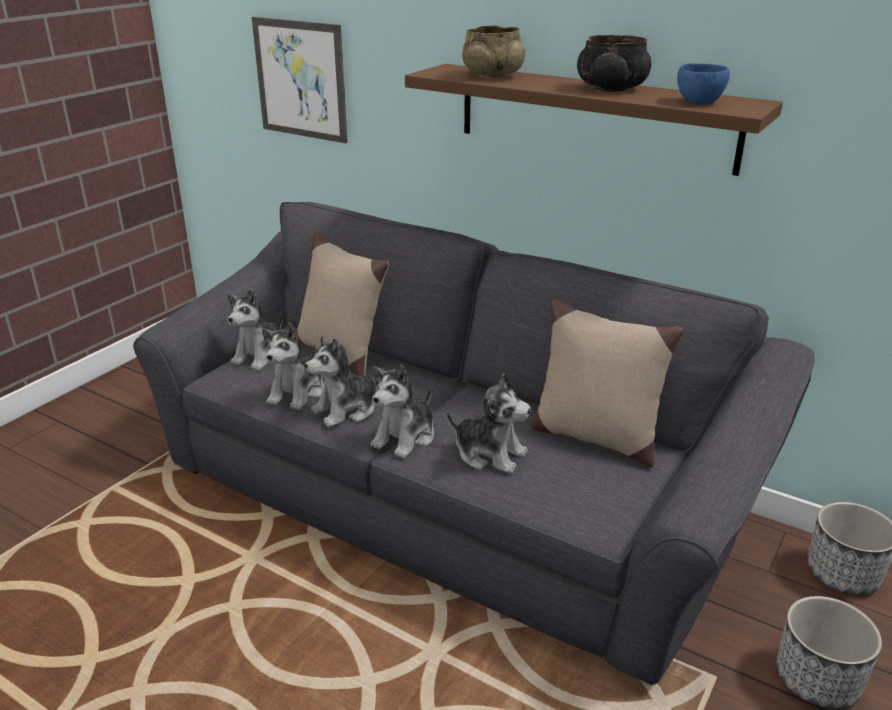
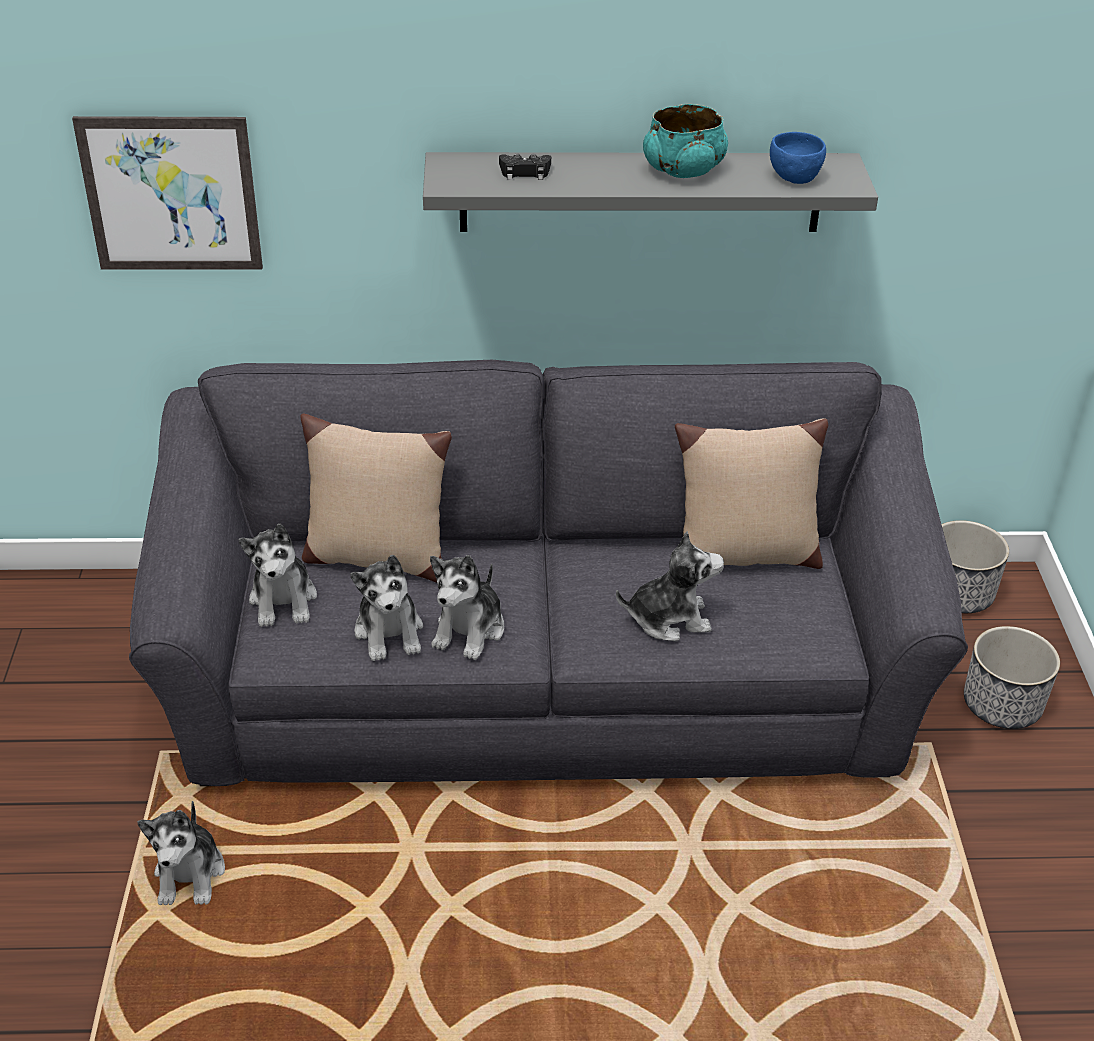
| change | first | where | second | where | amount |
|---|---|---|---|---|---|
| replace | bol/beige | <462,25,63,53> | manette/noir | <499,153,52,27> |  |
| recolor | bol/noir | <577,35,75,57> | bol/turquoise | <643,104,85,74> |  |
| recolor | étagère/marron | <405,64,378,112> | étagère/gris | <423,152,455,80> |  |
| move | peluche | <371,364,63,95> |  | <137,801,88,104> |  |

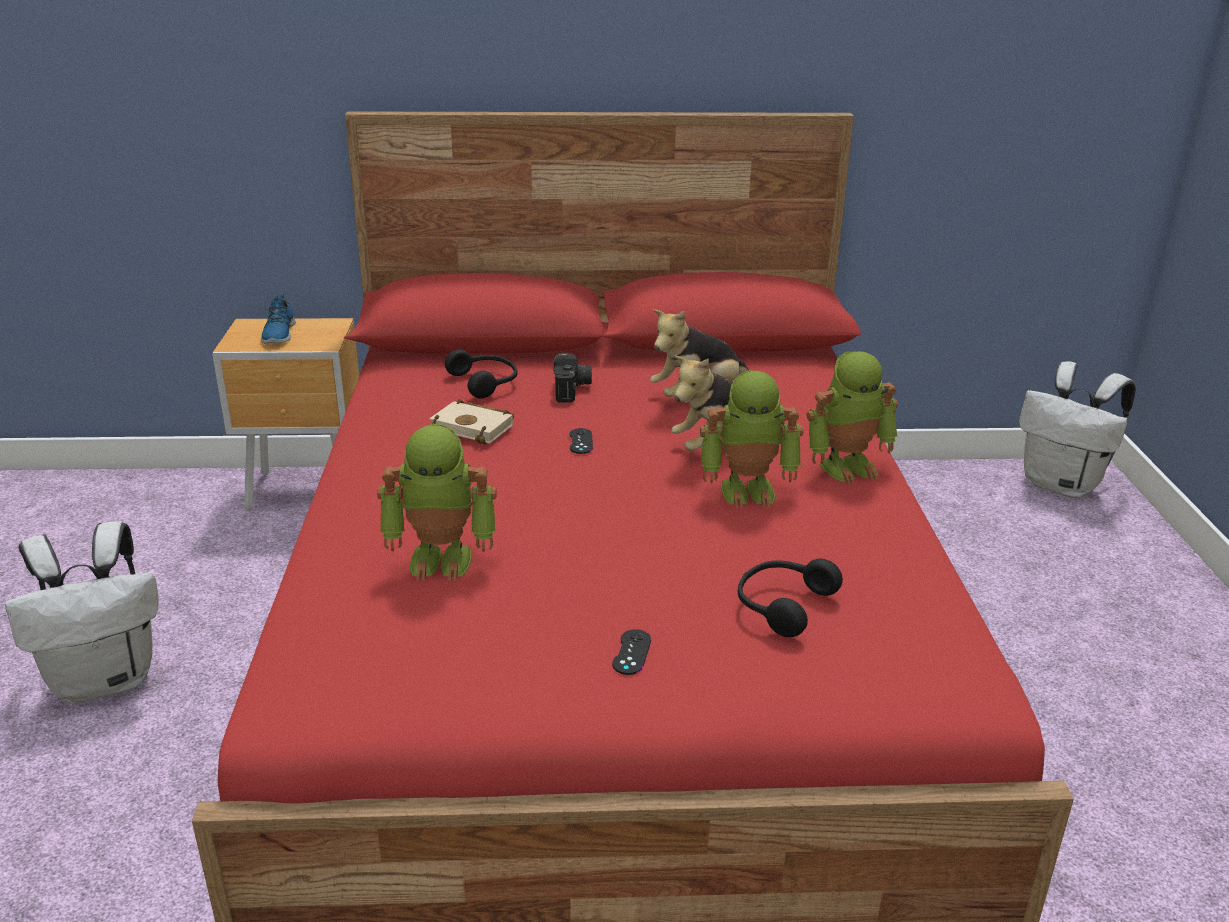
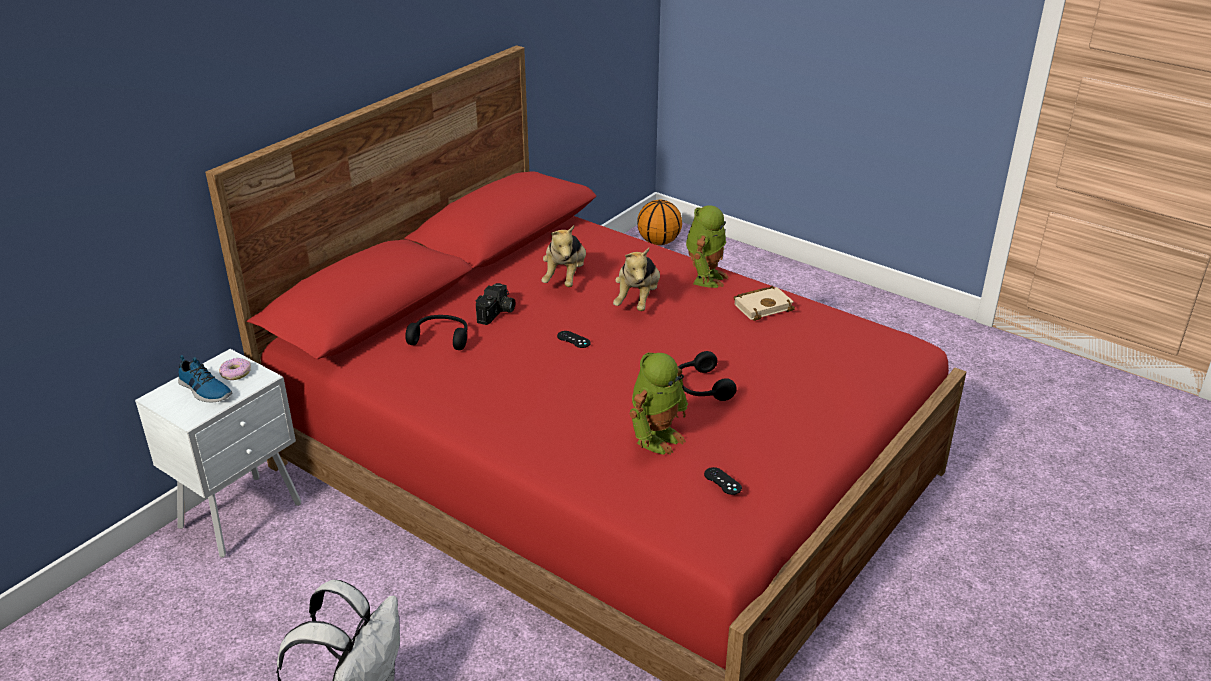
| change | first | where | second | where | amount |
|---|---|---|---|---|---|
| recolor | table de chevet/marron | <212,318,147,192> | table de chevet/blanc | <135,349,166,209> |  |
| rotate | appareil photo | <553,353,39,50> |  | <476,283,39,42> | 75 degrees clockwise |
| replace | sac à dos/blanc | <1019,362,117,136> | ballon de basket | <637,200,45,45> |  |
| delete | robot jouet | <700,370,104,138> |  |  |  |
| move | livre/beige | <429,399,85,46> |  | <734,286,61,35> |  |
| move | casque audio/noir | <738,559,105,78> |  | <678,351,59,50> |  |
| move | manette/noir | <612,629,39,46> |  | <704,467,38,28> |  |
| insert |  |  | beignet | <219,358,32,22> |  |

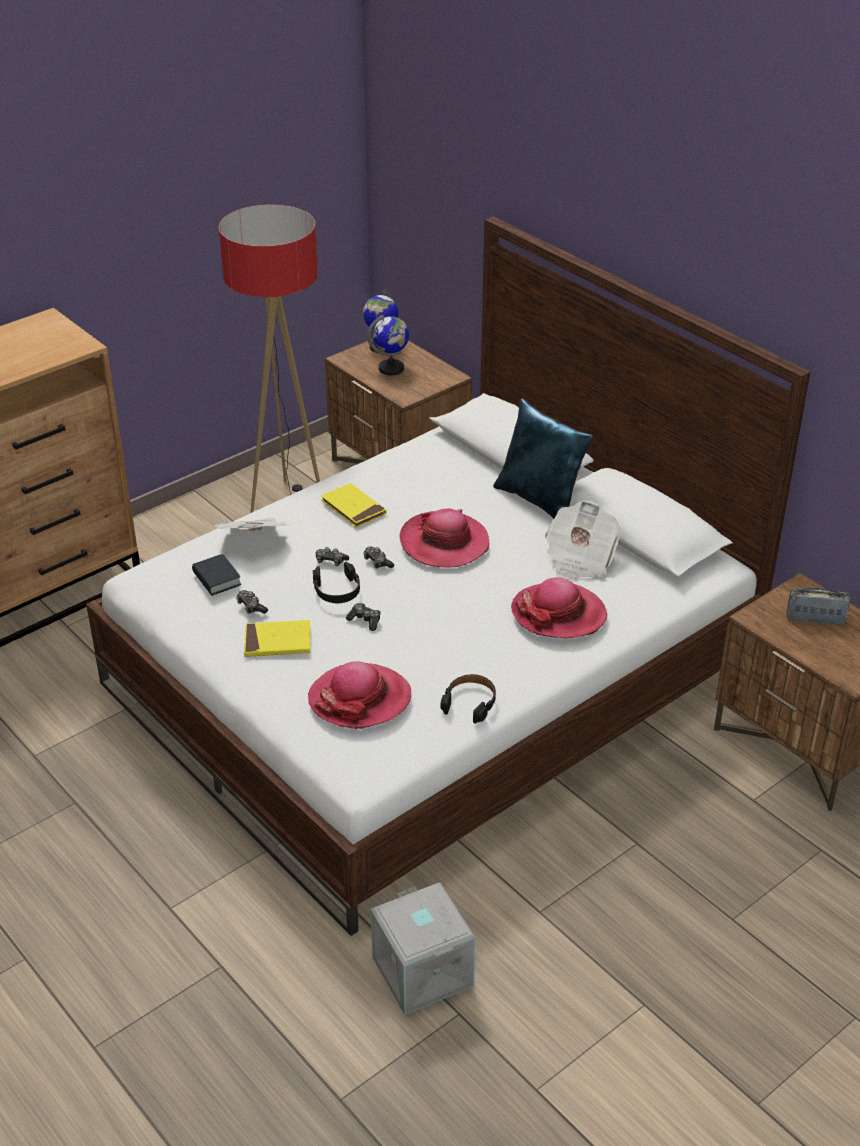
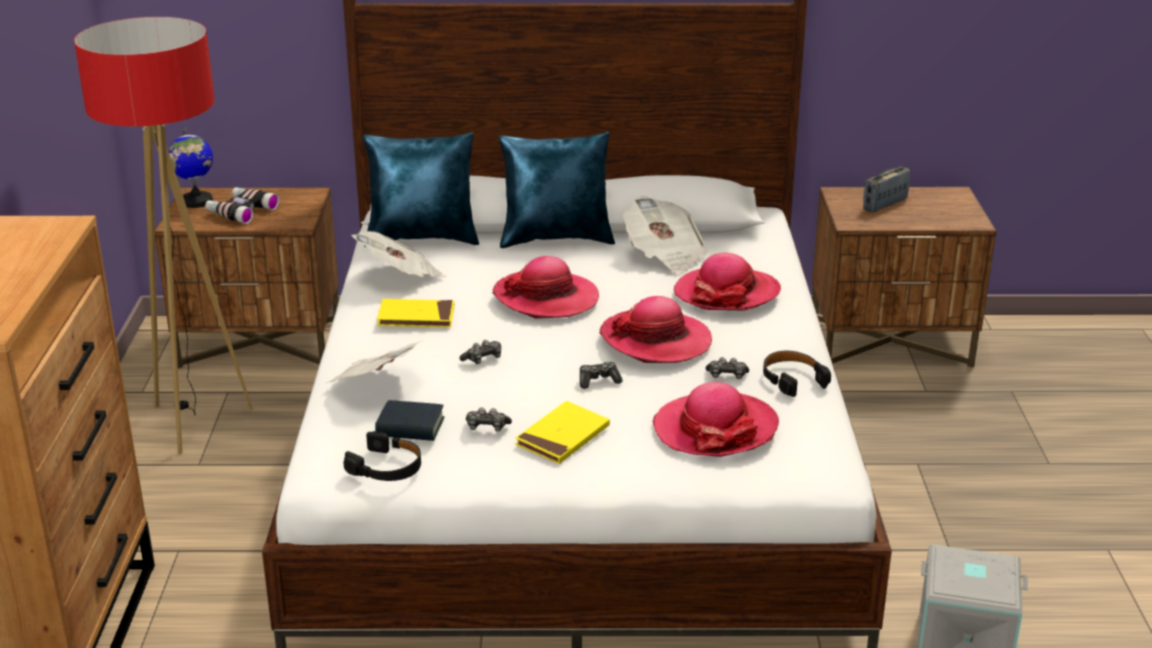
| change | first | where | second | where | amount |
|---|---|---|---|---|---|
| replace | globe | <367,315,42,60> | jumelles | <205,187,75,37> |  |
| move | manette | <363,546,32,23> |  | <706,357,43,22> |  |
| move | casque audio/noir | <313,562,47,41> |  | <343,431,78,50> |  |
| insert |  |  | coussin/bleu | <363,133,116,114> |  |
| insert |  |  | journal | <351,231,95,46> |  |
| insert |  |  | chapeau | <599,296,113,67> |  |

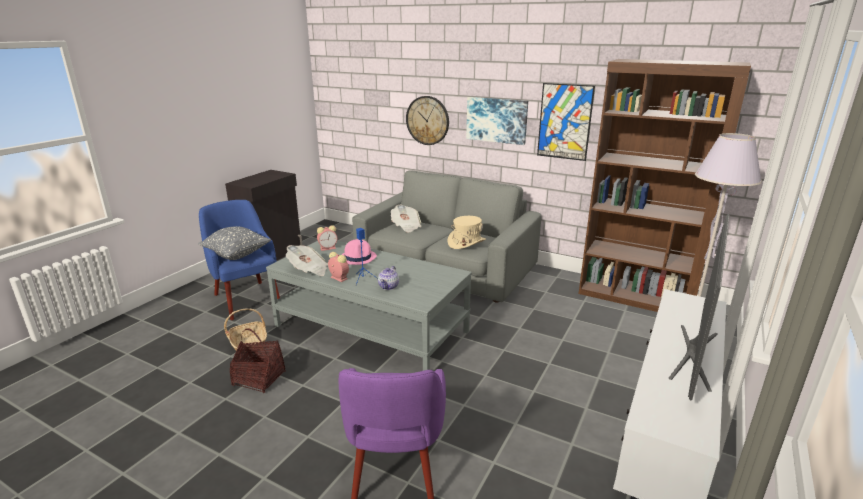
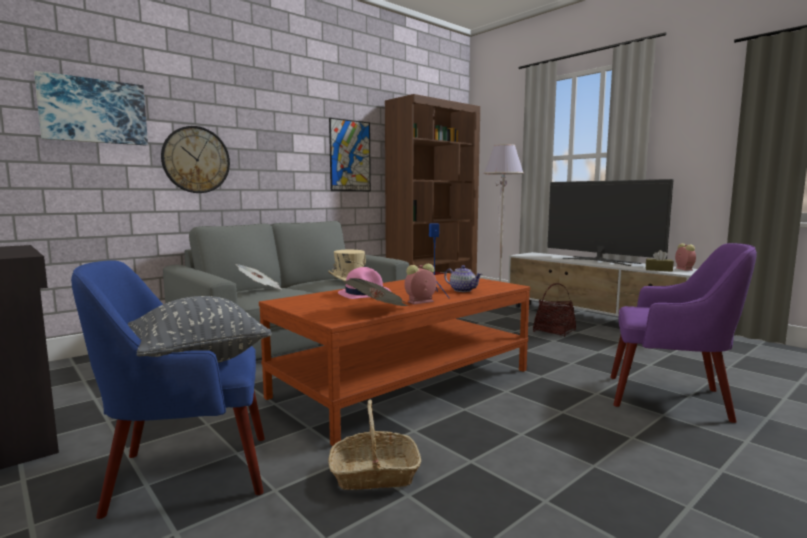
| change | first | where | second | where | amount |
|---|---|---|---|---|---|
| move | tableau | <466,97,62,48> |  | <34,71,114,74> |  |
| move | réveil | <317,225,20,26> |  | <675,243,21,28> |  |
| recolor | table basse/gris | <266,241,206,130> | table basse/marron | <259,273,271,173> |  |
| move | panier | <230,328,56,65> |  | <533,283,43,54> |  |
| insert |  |  | boîte à mouchoirs/marron | <646,250,28,22> |  |

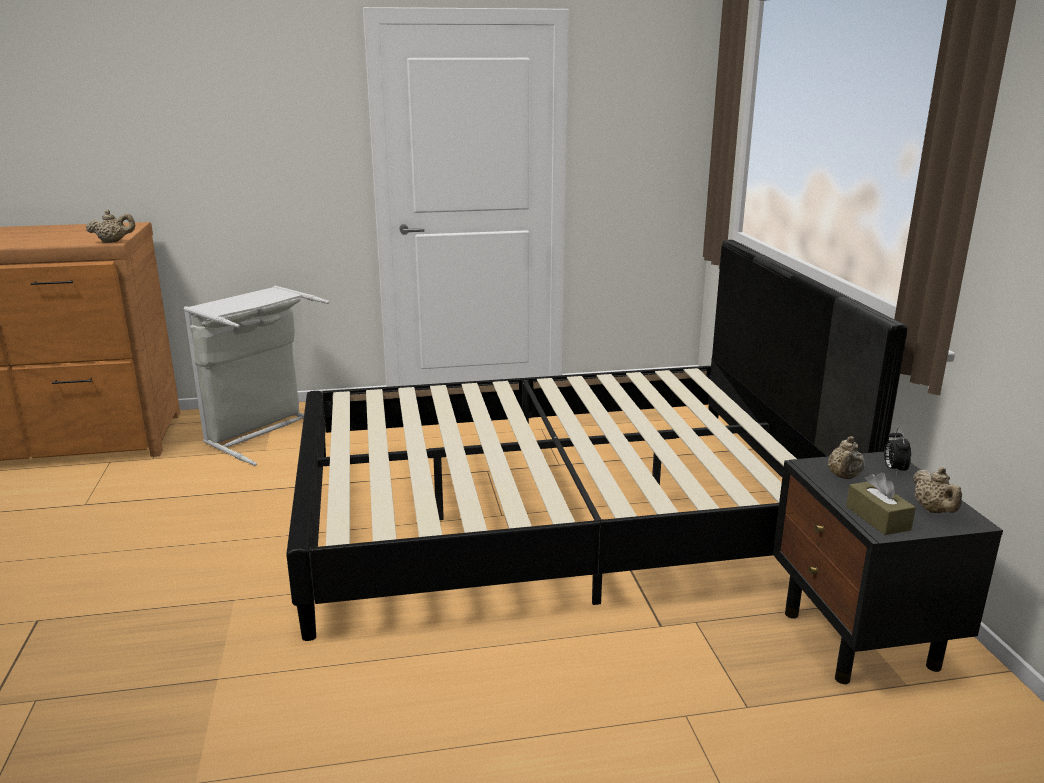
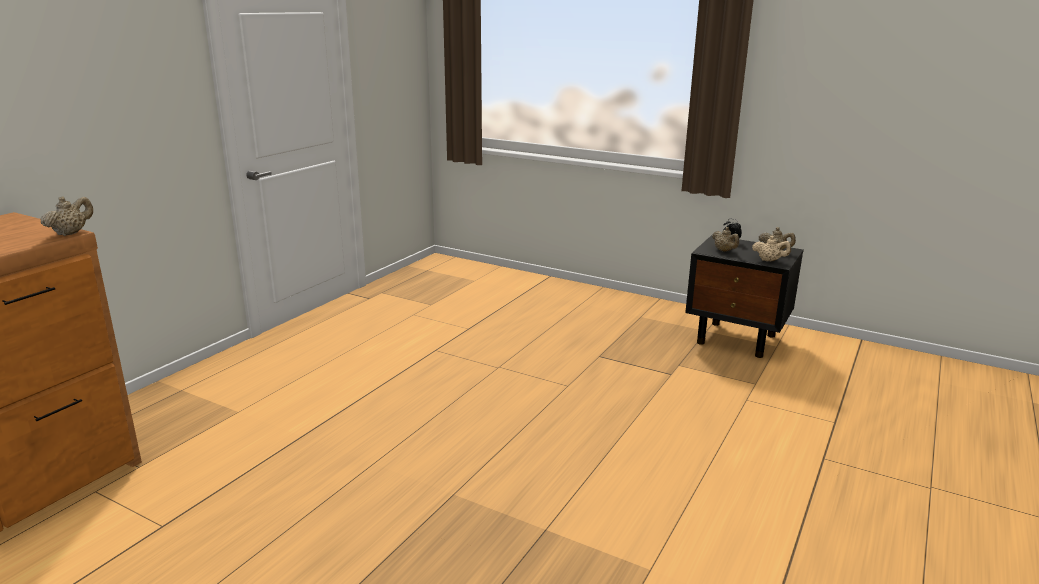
| change | first | where | second | where | amount |
|---|---|---|---|---|---|
| delete | lit/noir | <286,240,622,401> |  |  |  |
| delete | panier à linge/gris | <183,285,146,181> |  |  |  |
| replace | boîte à mouchoirs/marron | <846,472,70,63> | théière/beige | <752,236,39,26> |  |

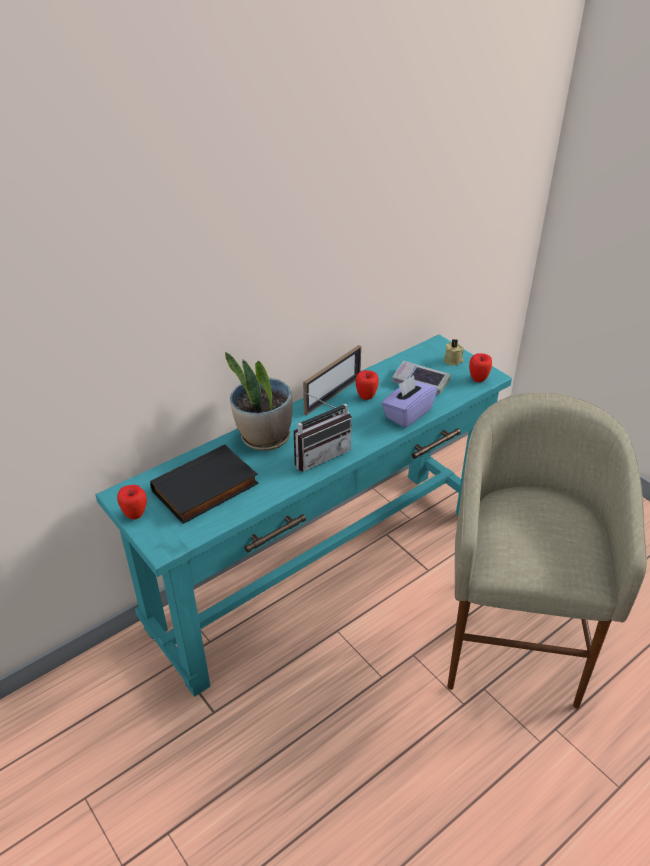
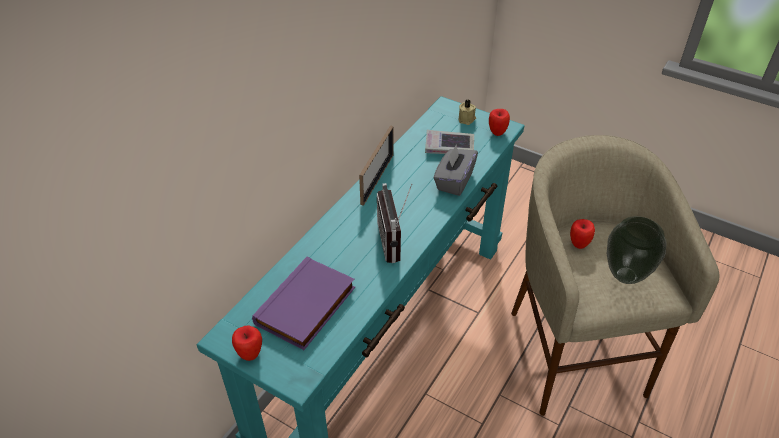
| change | first | where | second | where | amount |
|---|---|---|---|---|---|
| delete | plante en pot | <225,352,67,99> |  |  |  |
| move | pomme | <356,370,23,30> |  | <570,219,25,30> |  |
| recolor | boîte à mouchoirs/violet | <381,375,56,53> | boîte à mouchoirs/gris | <434,145,44,51> |  |
| rotate | radio | <294,392,58,80> |  | <377,183,35,80> | 135 degrees clockwise |
| recolor | livre/noir | <150,444,109,80> | livre/violet | <252,257,103,93> |  |
| insert |  |  | vase | <607,216,59,68> |  |

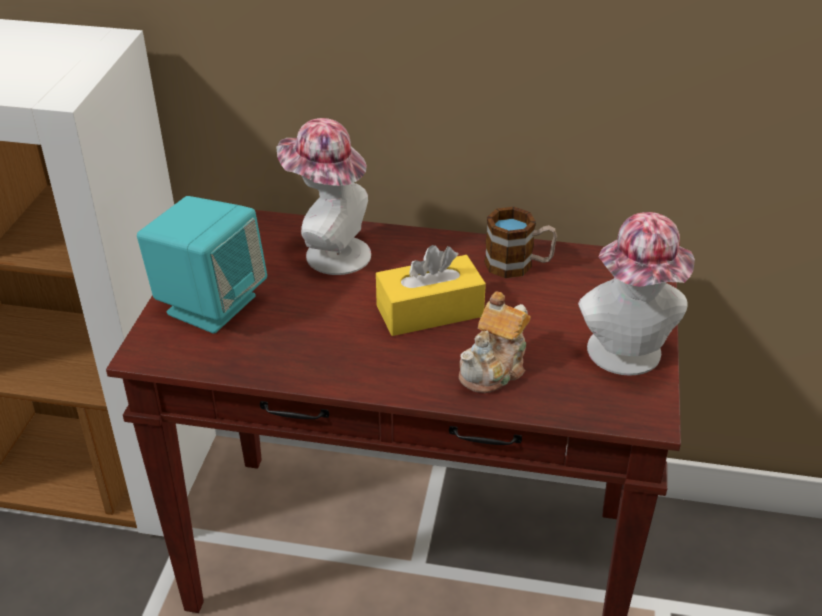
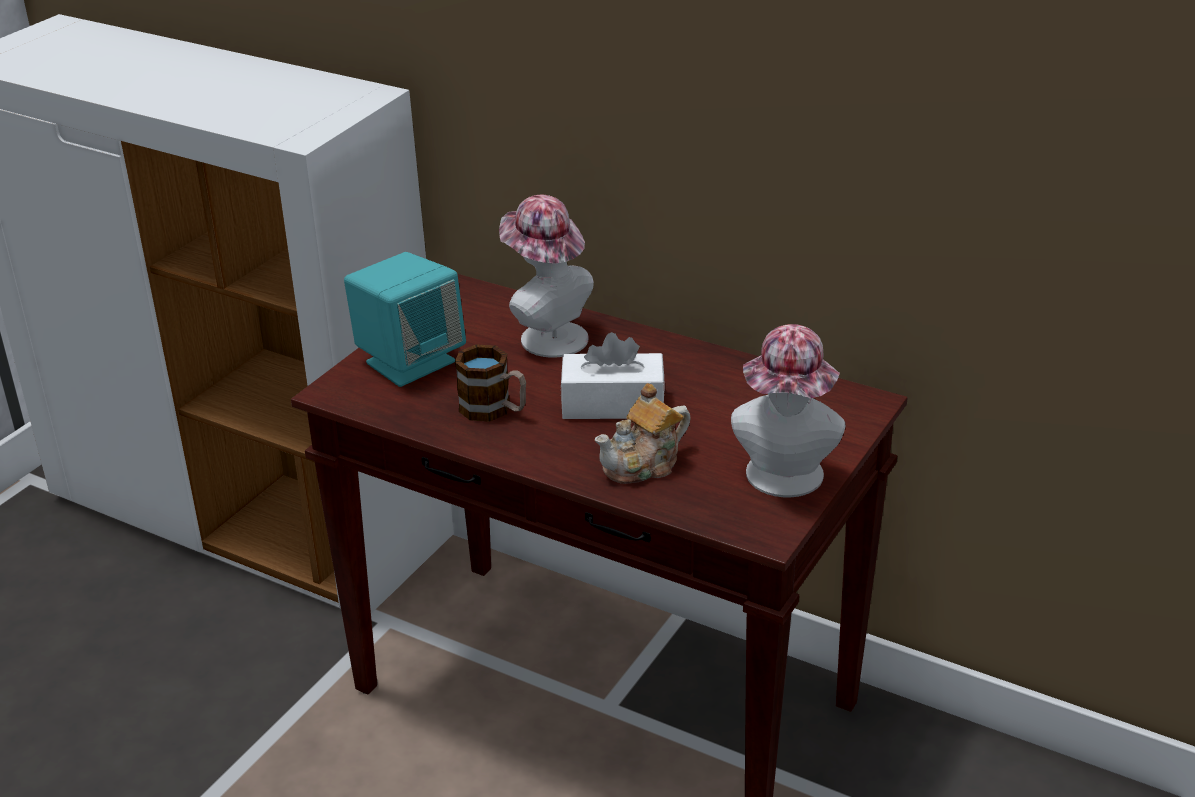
| change | first | where | second | where | amount |
|---|---|---|---|---|---|
| move | mug | <484,207,73,71> |  | <455,345,71,77> |  |
| recolor | boîte à mouchoirs/jaune | <376,245,110,91> | boîte à mouchoirs/blanc | <560,332,105,87> |  |

